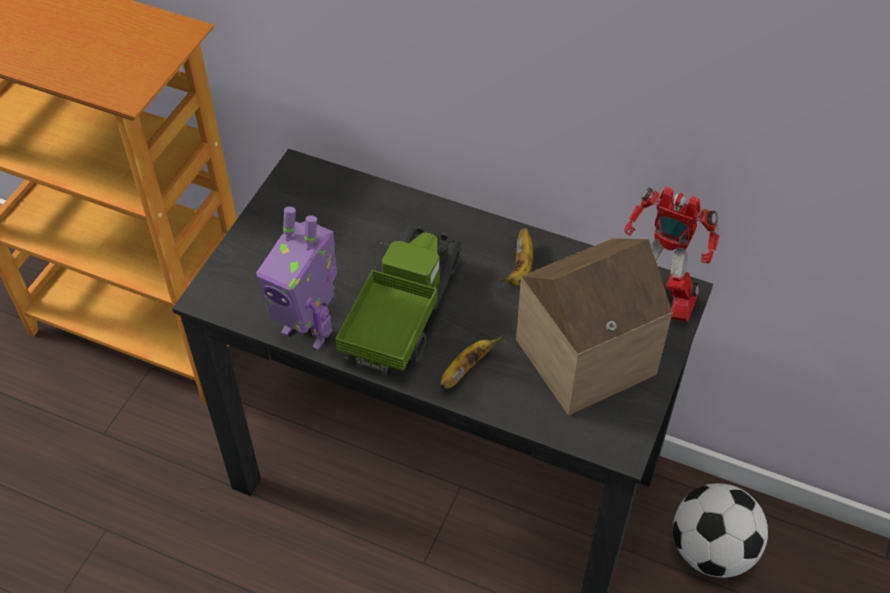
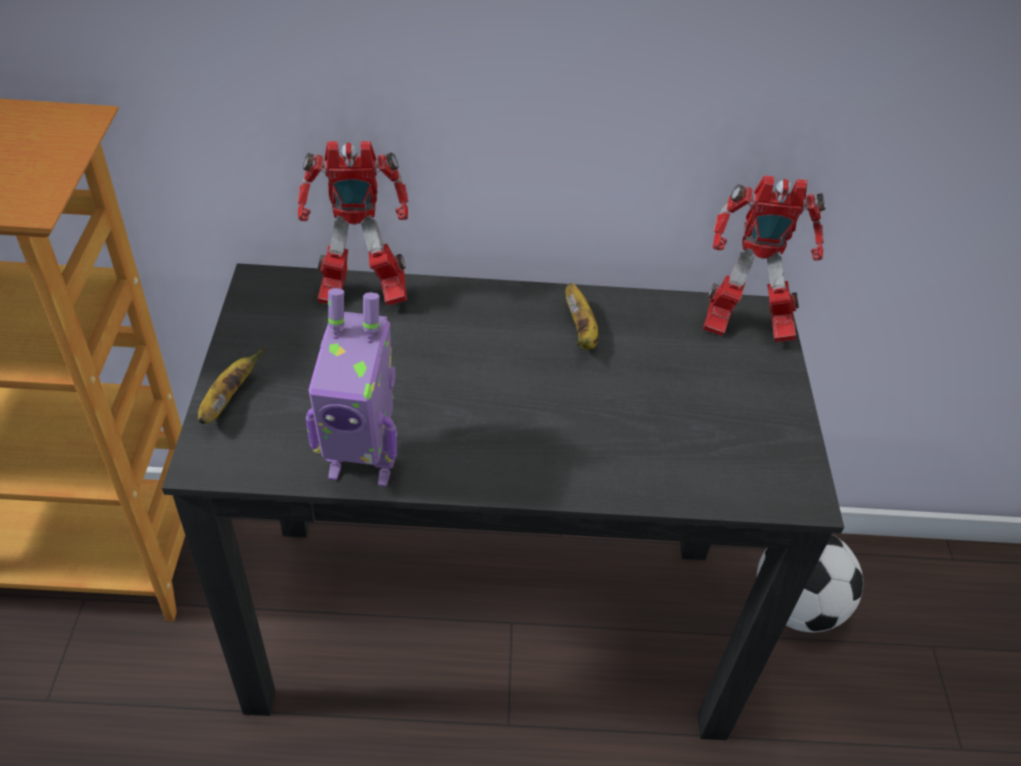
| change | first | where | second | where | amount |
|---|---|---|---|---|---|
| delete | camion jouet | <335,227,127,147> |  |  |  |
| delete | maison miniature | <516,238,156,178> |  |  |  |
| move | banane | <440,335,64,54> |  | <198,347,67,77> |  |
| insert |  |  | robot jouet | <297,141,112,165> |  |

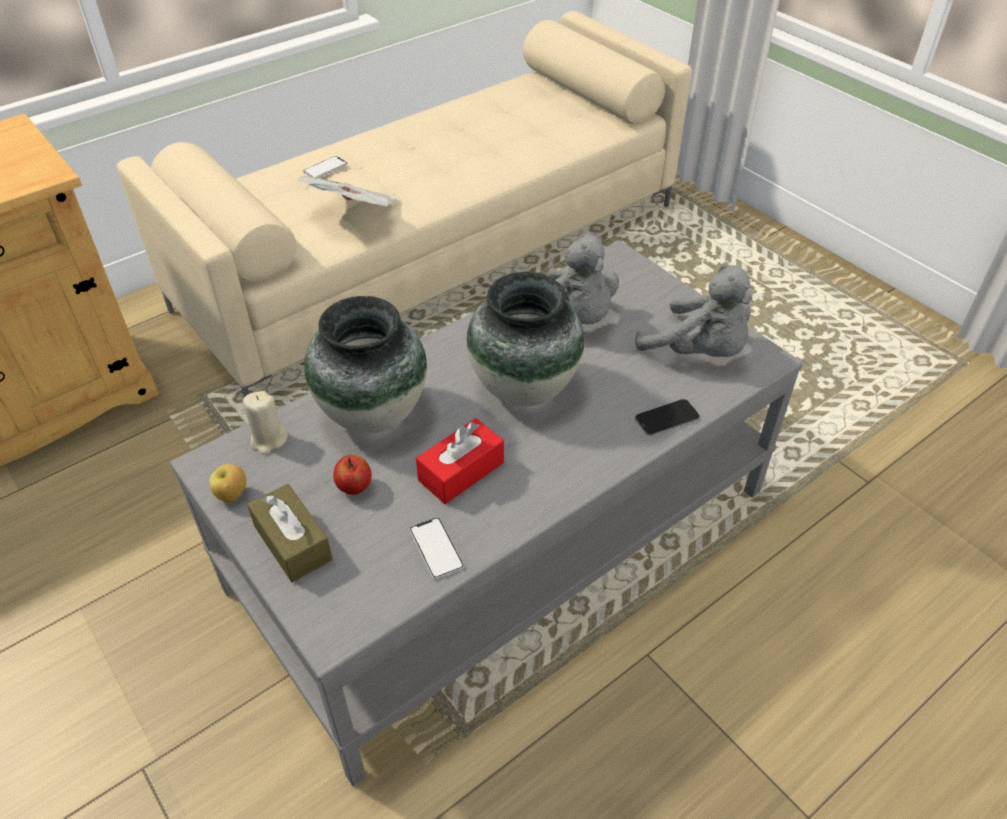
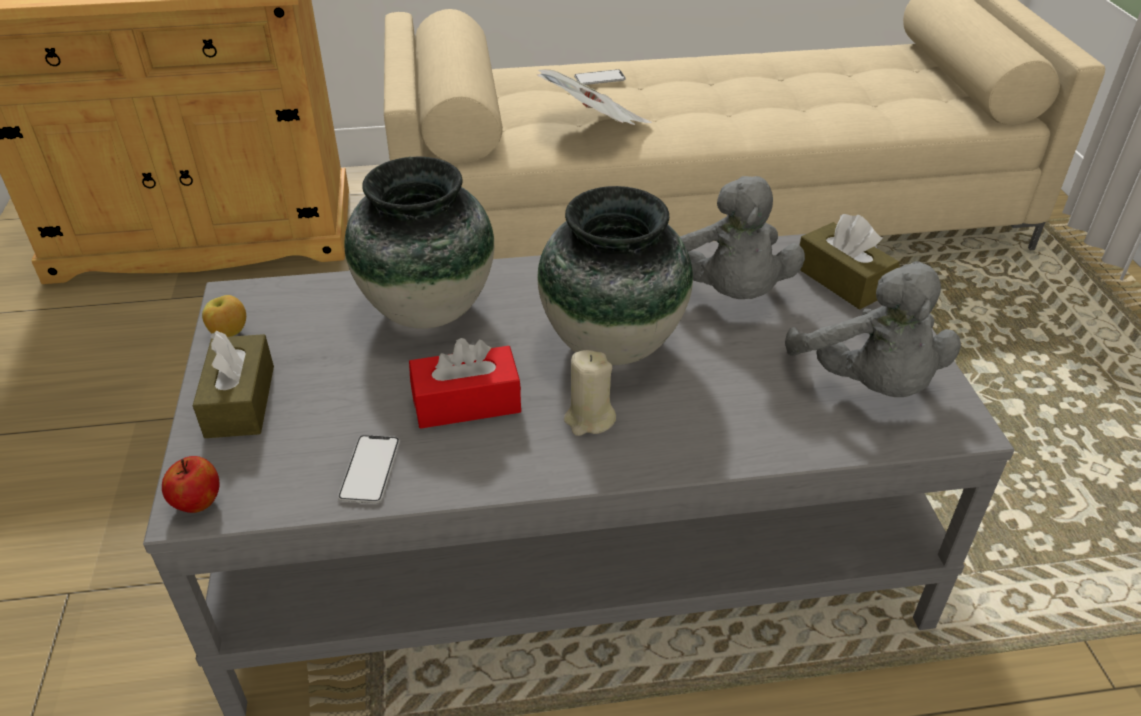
| change | first | where | second | where | amount |
|---|---|---|---|---|---|
| move | bougie/beige | <243,391,45,64> |  | <564,350,52,86> |  |
| delete | téléphone | <635,399,65,37> |  |  |  |
| move | pomme | <333,455,39,40> |  | <162,456,58,57> |  |
| insert |  |  | boîte à mouchoirs/marron | <800,214,100,96> |  |

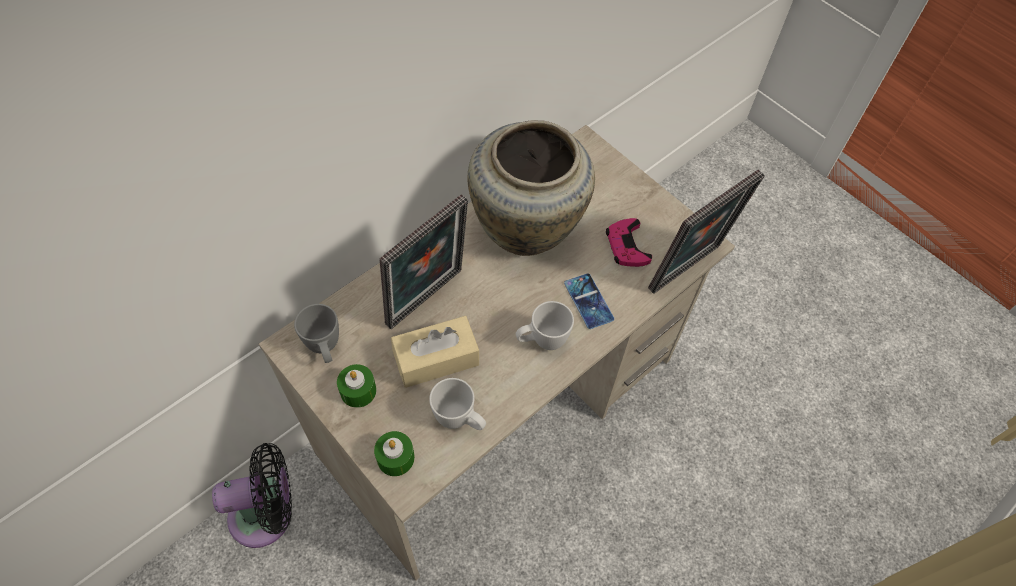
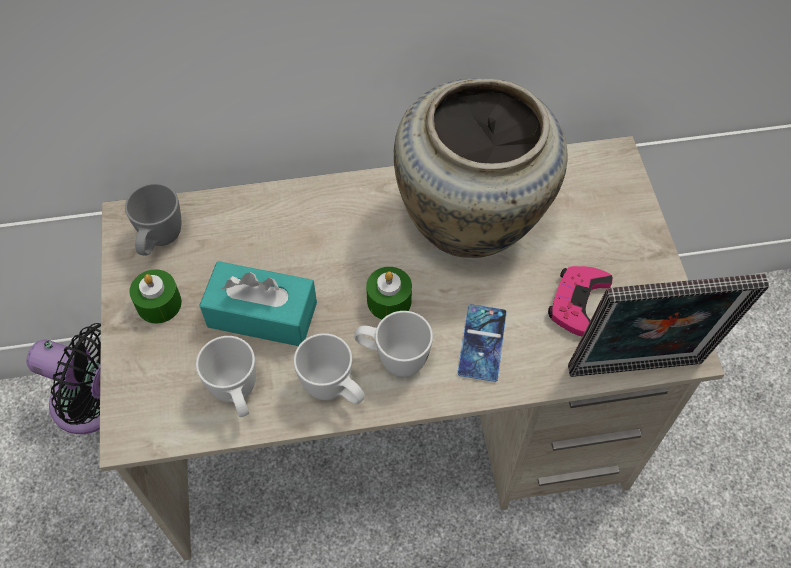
| change | first | where | second | where | amount |
|---|---|---|---|---|---|
| delete | cadre photo | <379,194,89,135> |  |  |  |
| recolor | boîte à mouchoirs/beige | <391,316,88,72> | boîte à mouchoirs/turquoise | <199,261,118,85> |  |
| move | bougie/vert | <374,431,41,45> |  | <366,267,46,52> |  |
| insert |  |  | mug/blanc | <294,333,71,71> |  |

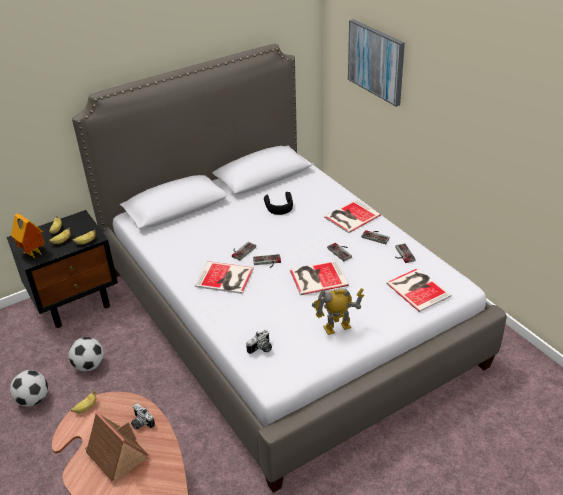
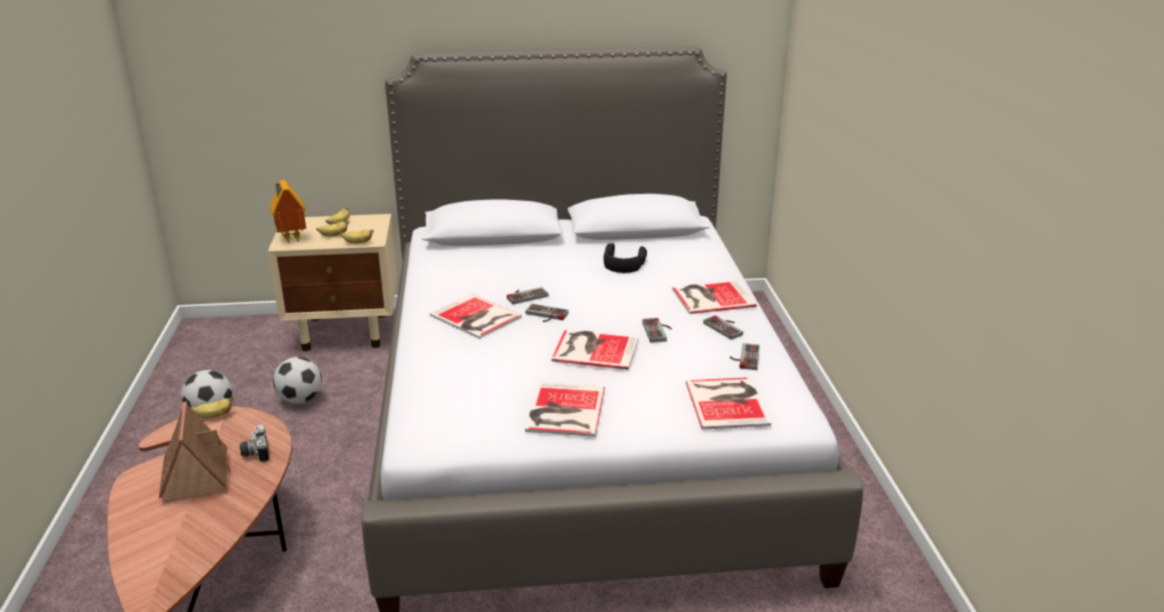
| change | first | where | second | where | amount |
|---|---|---|---|---|---|
| delete | tableau | <348,19,57,88> |  |  |  |
| recolor | table de chevet/noir | <7,210,111,118> | table de chevet/beige | <268,214,129,137> |  |
| replace | robot jouet | <312,288,52,47> | livre | <525,382,80,55> |  |
| delete | appareil photo | <246,330,26,24> |  |  |  |

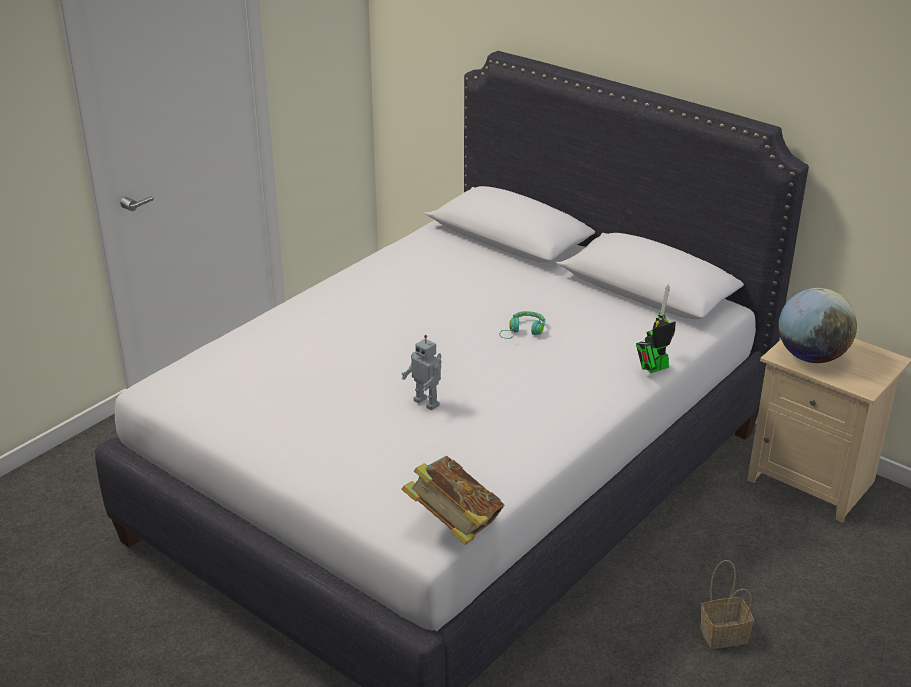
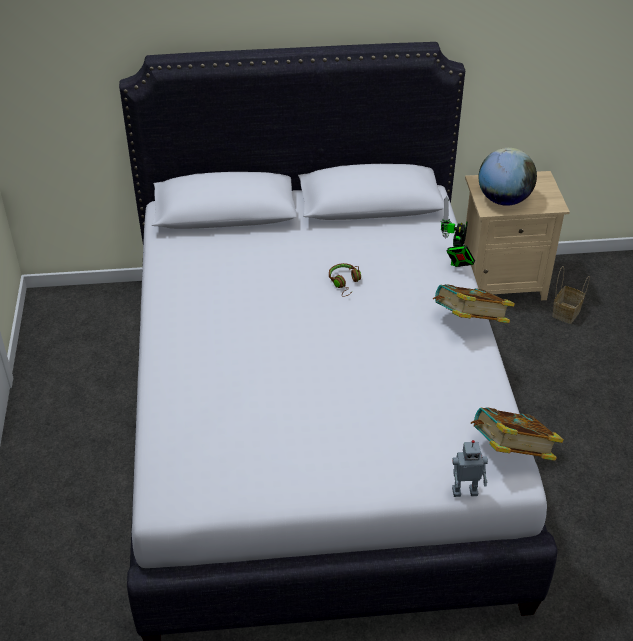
| change | first | where | second | where | amount |
|---|---|---|---|---|---|
| recolor | casque audio/turquoise | <499,311,46,28> | casque audio/marron | <329,263,32,34> |  |
| move | robot jouet | <402,335,40,76> |  | <452,440,36,57> |  |
| move | panier | <700,560,54,89> |  | <552,266,38,58> |  |
| insert |  |  | livre | <433,284,82,39> |  |

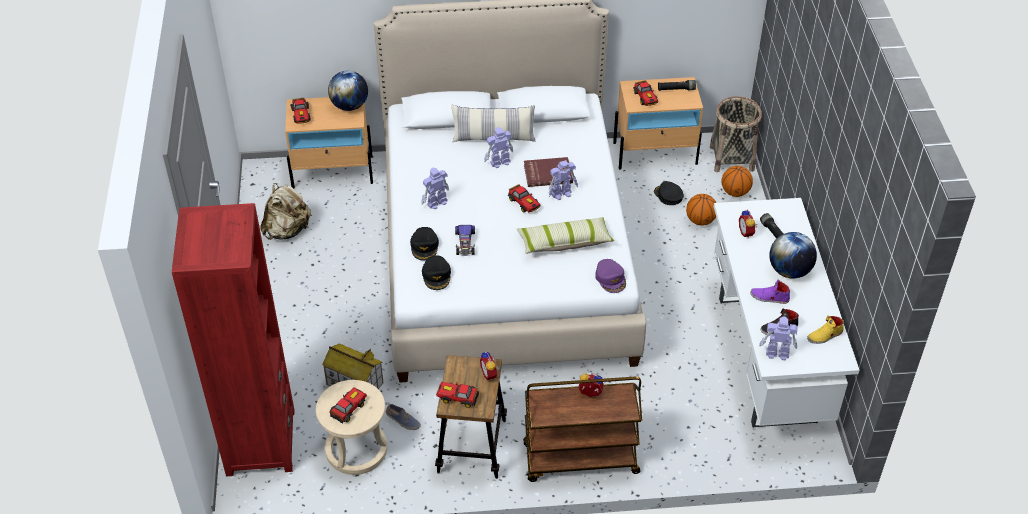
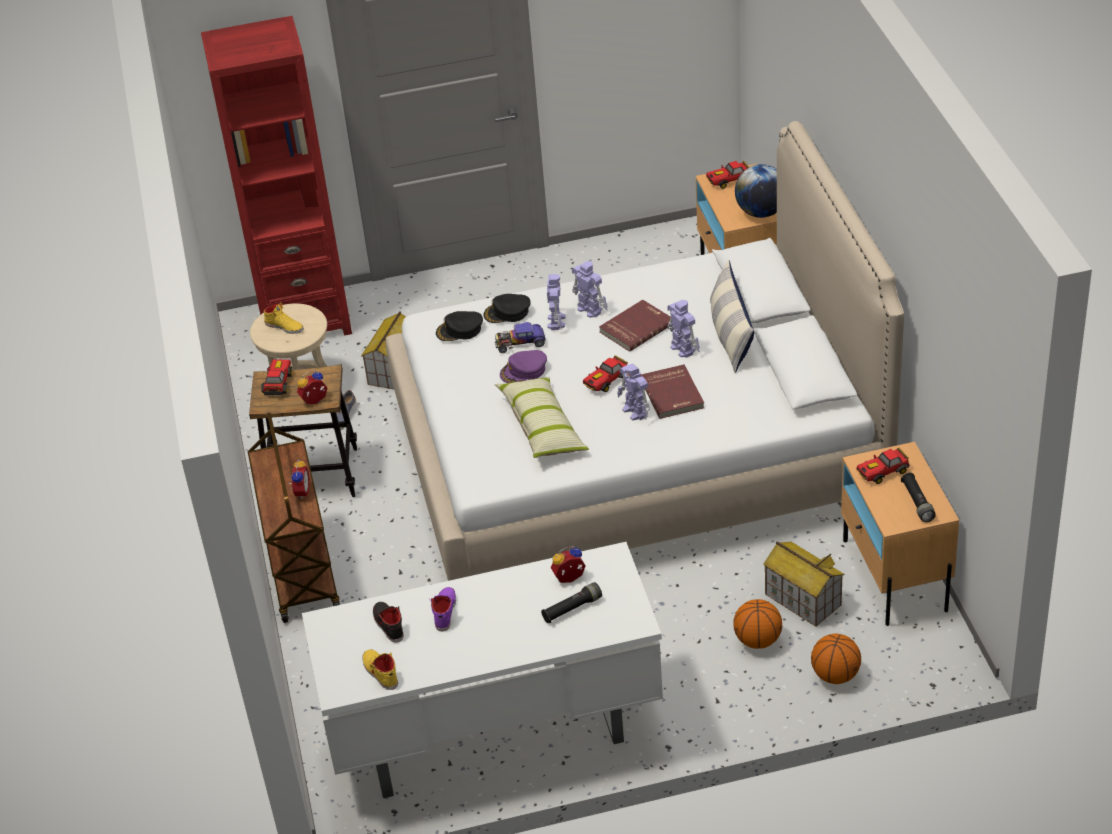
| change | first | where | second | where | amount |
|---|---|---|---|---|---|
| delete | panier | <710,96,52,76> |  |  |  |
| replace | casquette/noir | <654,181,30,24> | maison miniature | <763,541,81,86> |  |
| delete | sac à dos/beige | <260,183,51,57> |  |  |  |
| delete | globe | <769,232,48,46> |  |  |  |
| move | casquette/violet | <595,259,31,34> |  | <500,350,47,33> |  |
| move | robot jouet | <759,316,39,44> |  | <547,274,18,56> |  |
| replace | petite voiture | <329,387,38,36> | chaussure/jaune | <264,303,40,31> |  |
| insert |  |  | livre/rouge | <599,300,71,52> |  |

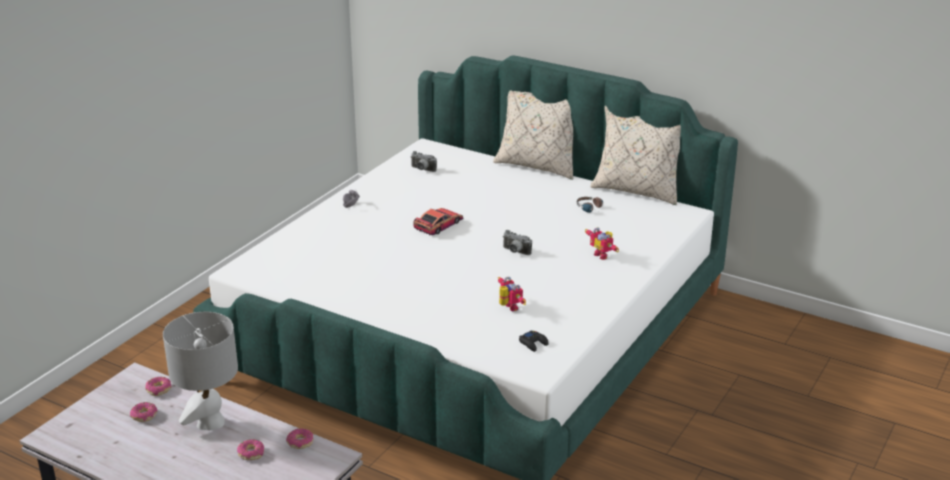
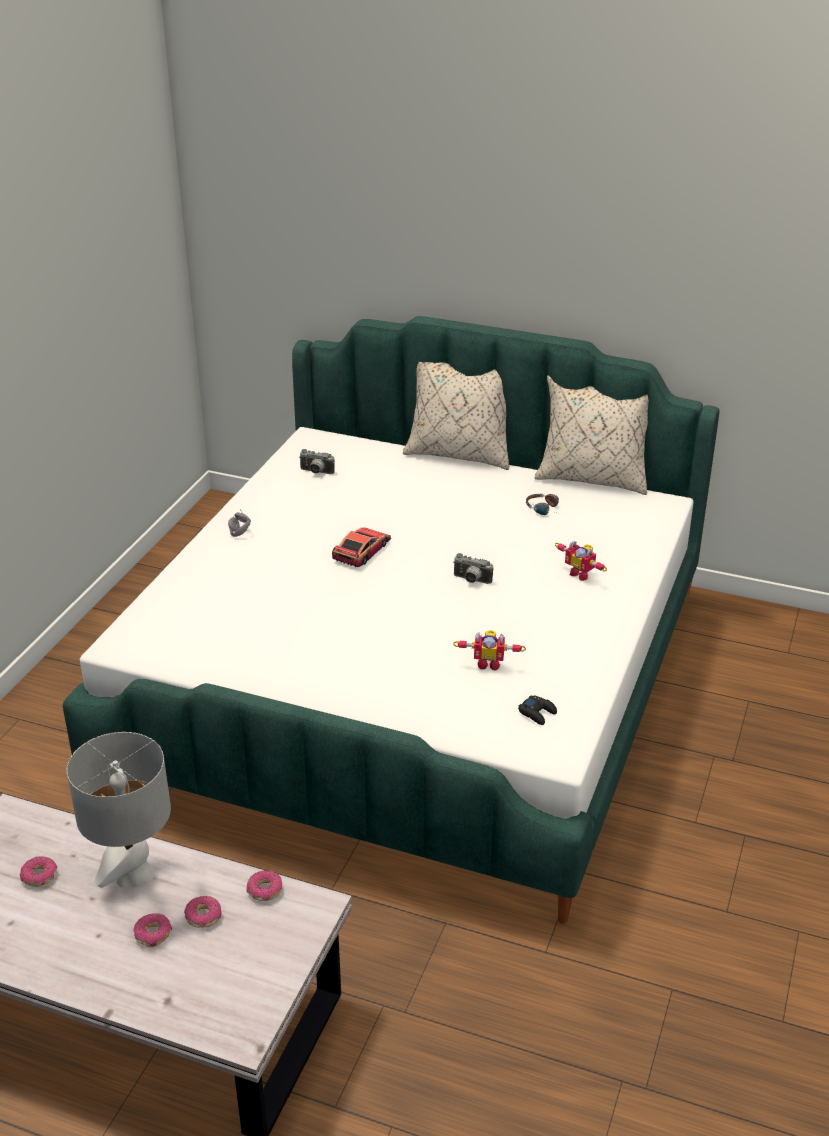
| change | first | where | second | where | amount |
|---|---|---|---|---|---|
| rotate | robot jouet | <498,277,28,34> |  | <453,630,73,40> | 135 degrees clockwise |
| move | beignet | <145,377,27,19> |  | <133,913,39,34> |  |

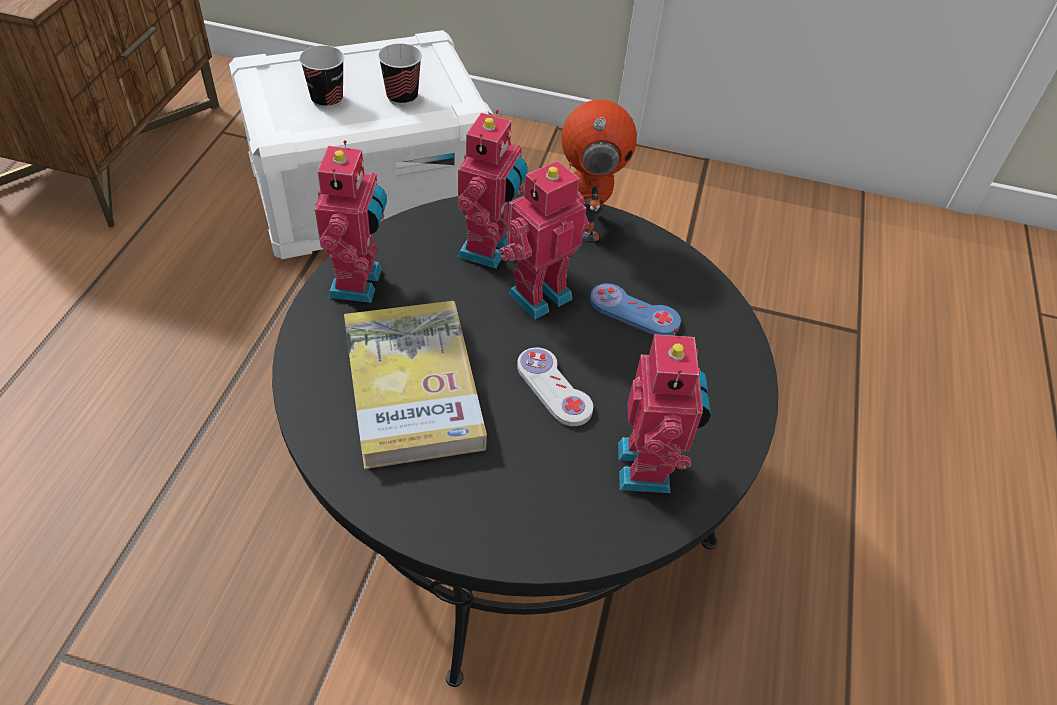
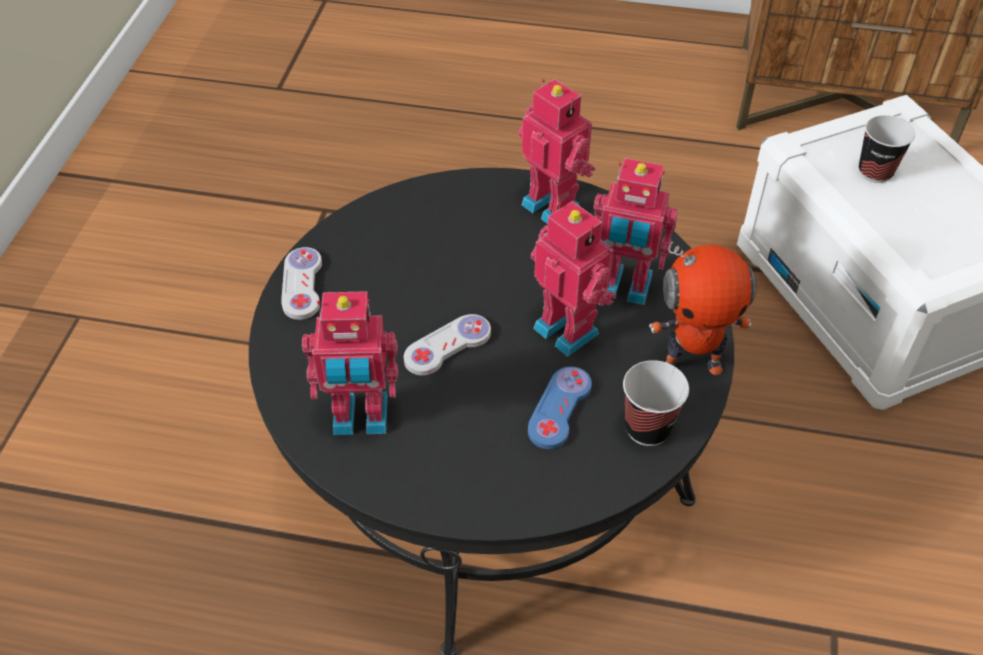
| change | first | where | second | where | amount |
|---|---|---|---|---|---|
| move | tasse | <378,43,44,63> |  | <623,360,66,86> |  |
| rotate | robot jouet | <315,140,72,163> |  | <518,79,77,145> | 135 degrees counterclockwise |
| delete | livre | <344,301,143,168> |  |  |  |
| insert |  |  | manette/blanc | <281,247,41,73> |  |

